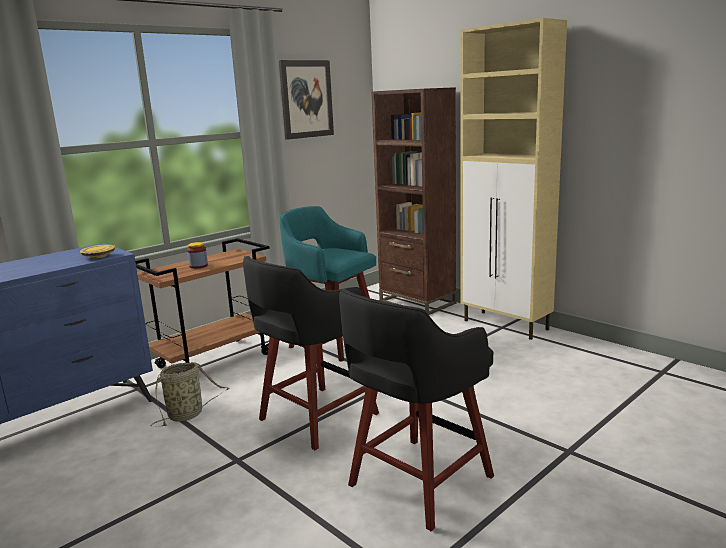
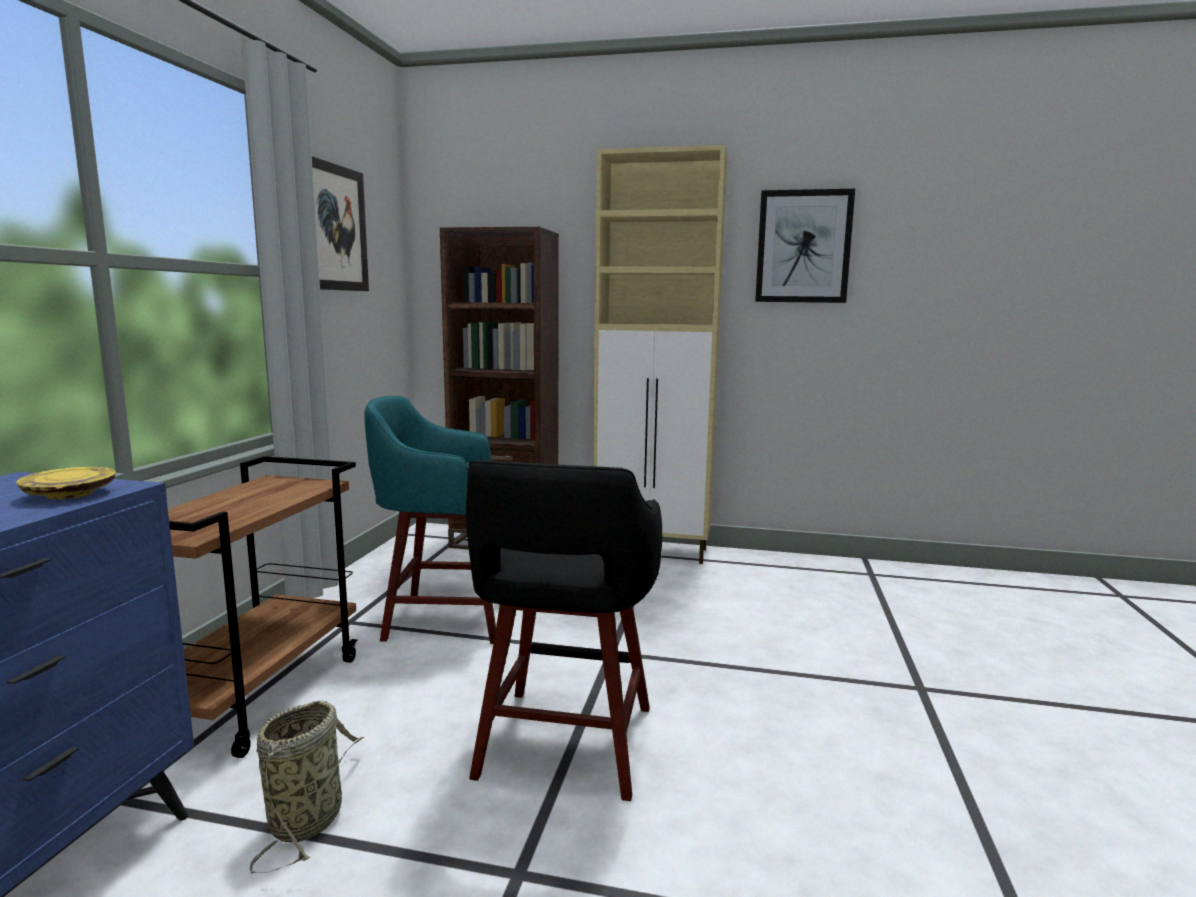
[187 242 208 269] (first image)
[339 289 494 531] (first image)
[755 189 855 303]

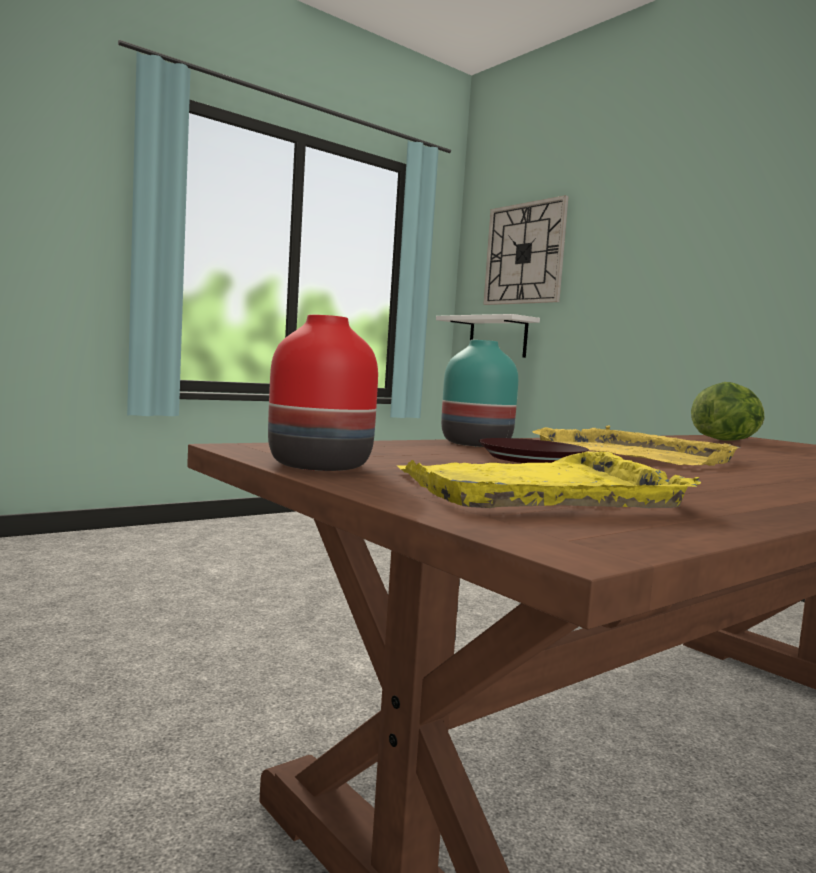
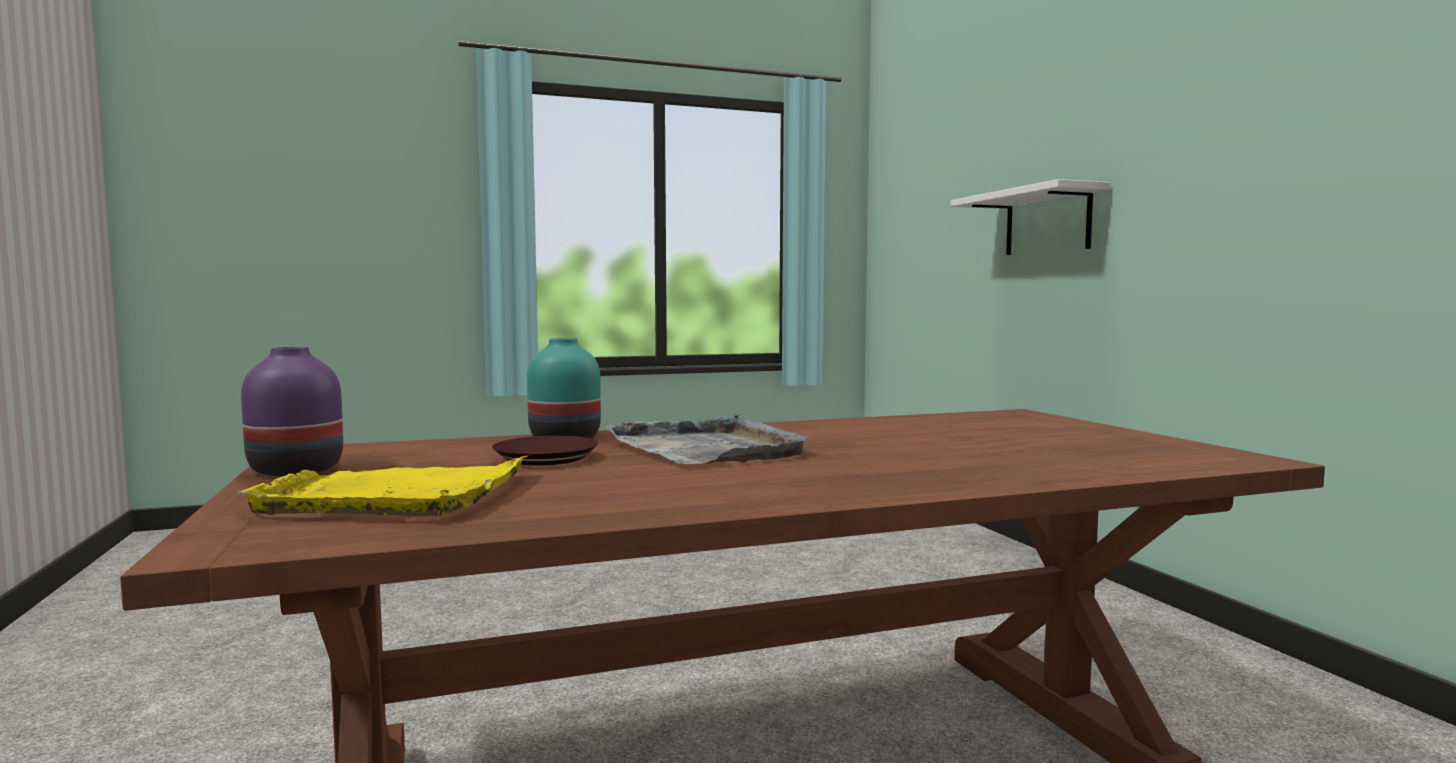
[483 195 569 305] (first image)
[691 382 765 440] (first image)
[951 179 1111 255]
[241 347 343 476]
[606 414 809 464]

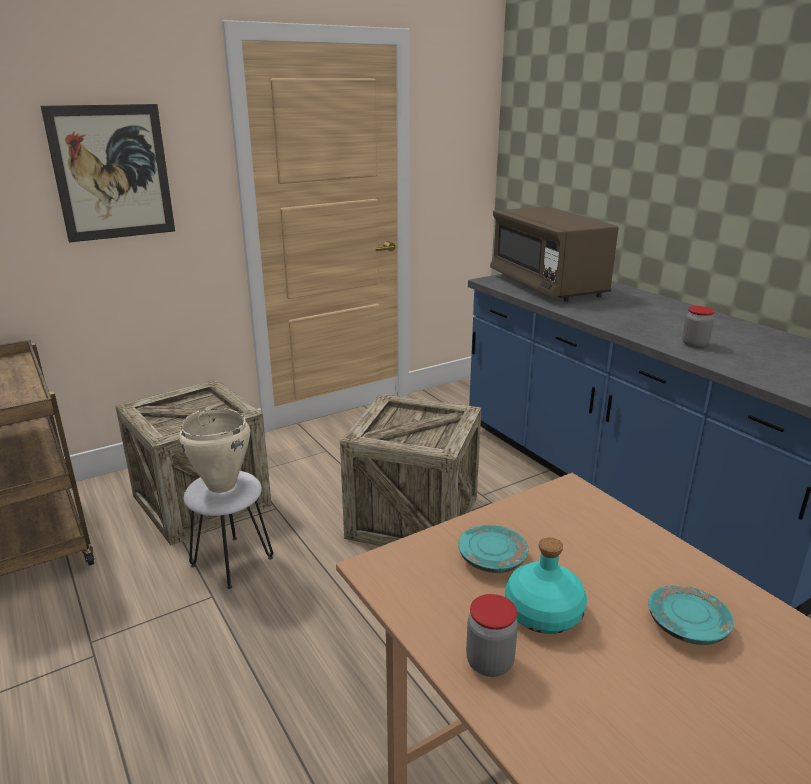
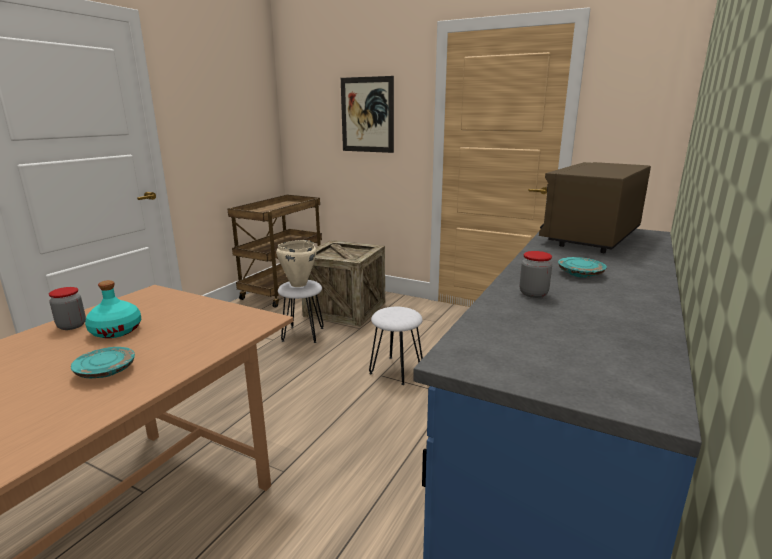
[558 257 607 278]
[369 307 423 385]

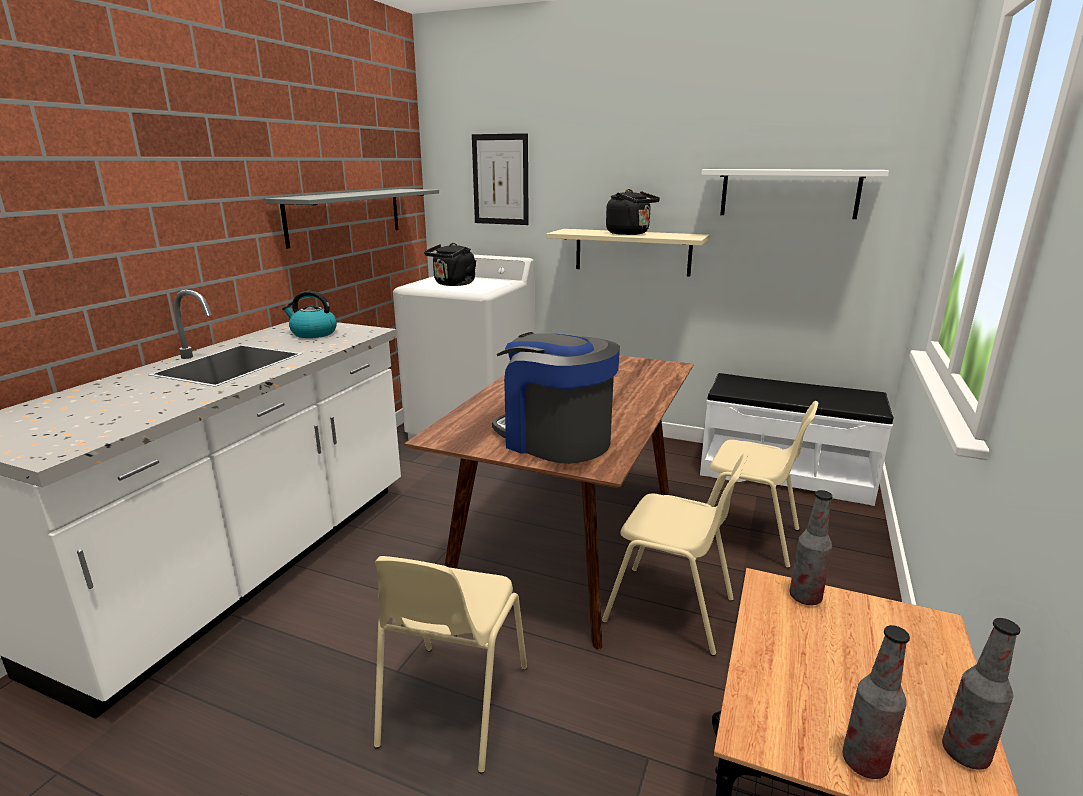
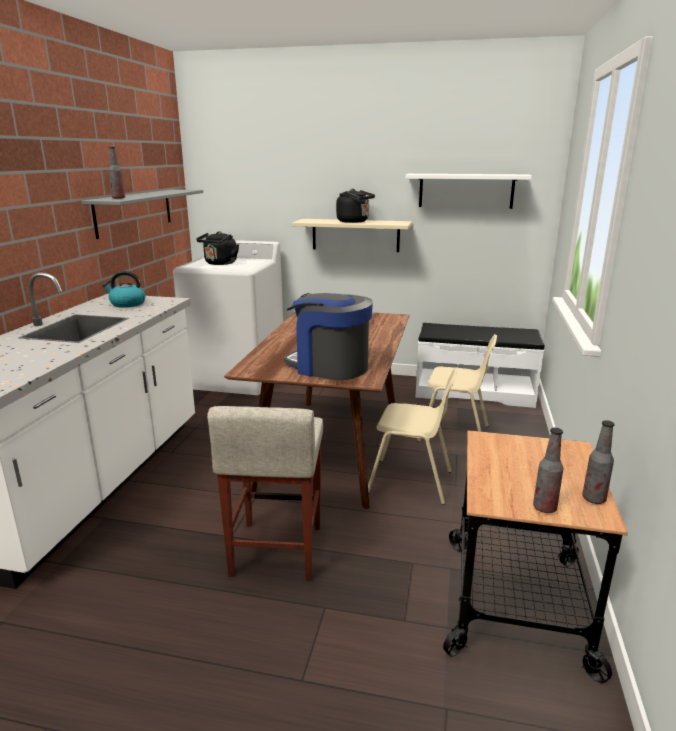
[472 133 529 225] (first image)
[108 147 125 199]
[207 406 323 581]

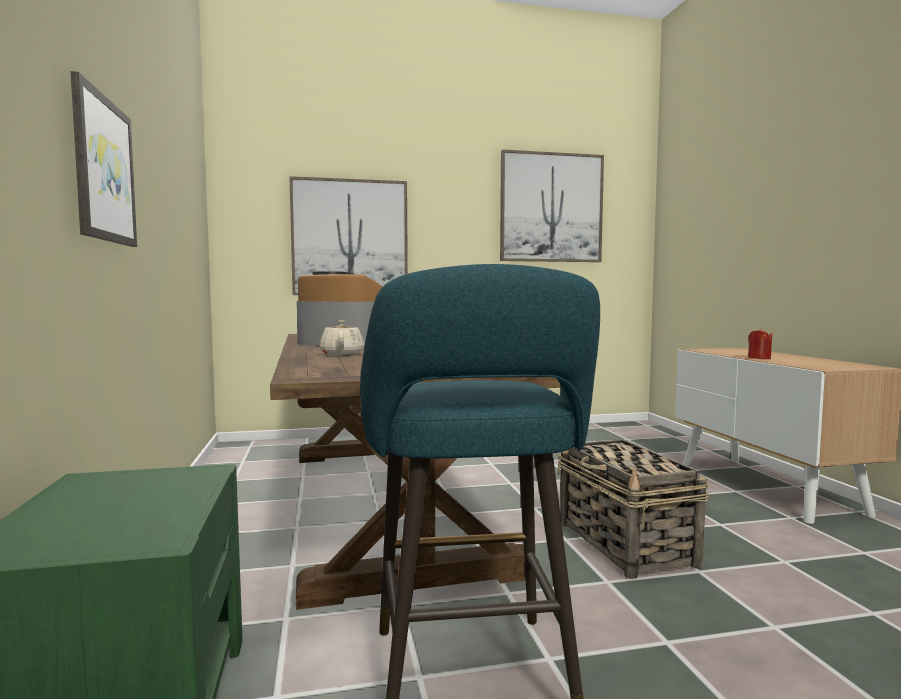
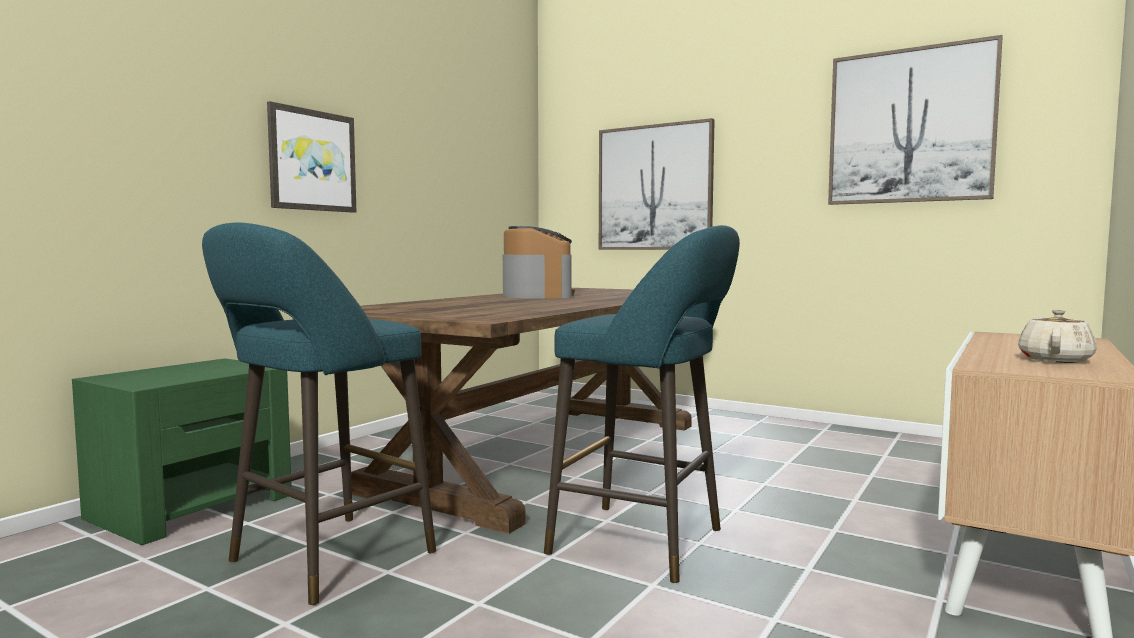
[748 328 773 359] (first image)
[1018 310 1097 363]
[544 225 740 583]

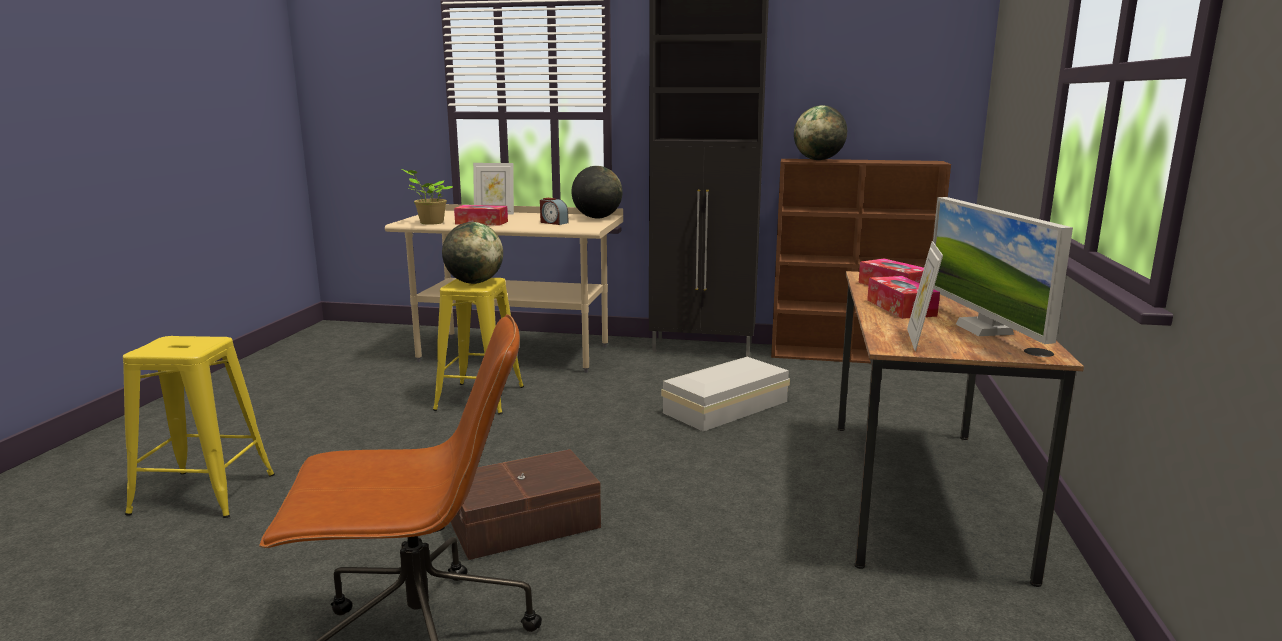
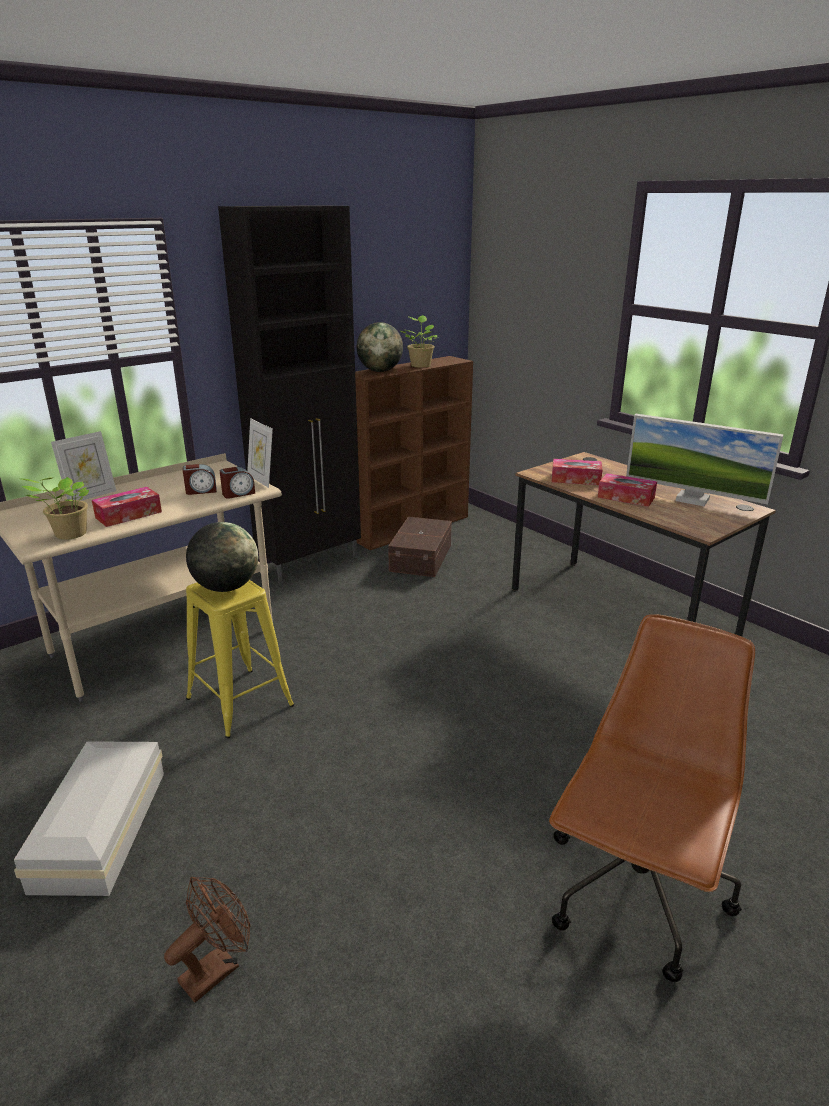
[571 166 622 219] (first image)
[220 467 255 498]
[401 315 438 368]
[388 517 452 577]
[14 741 164 896]
[247 418 273 488]
[164 877 250 1002]

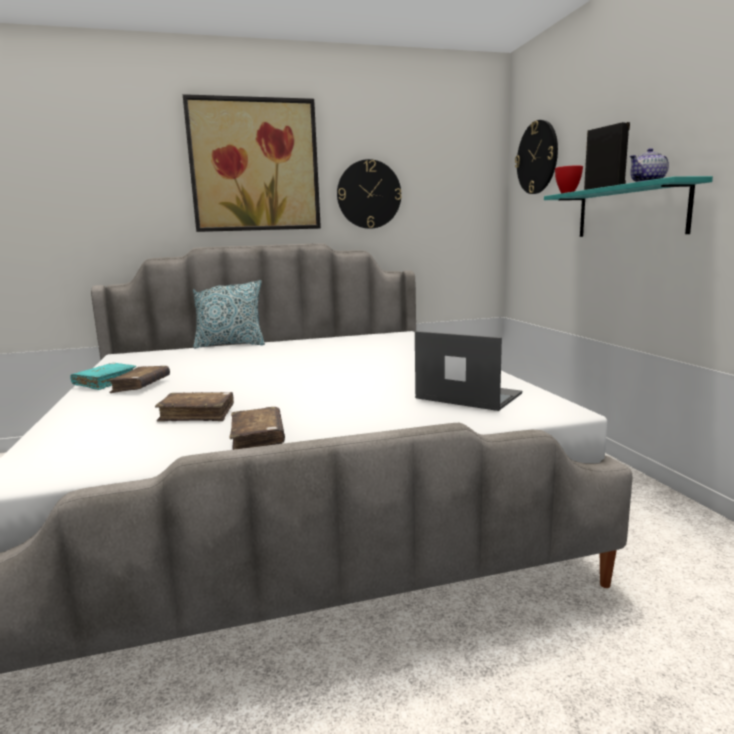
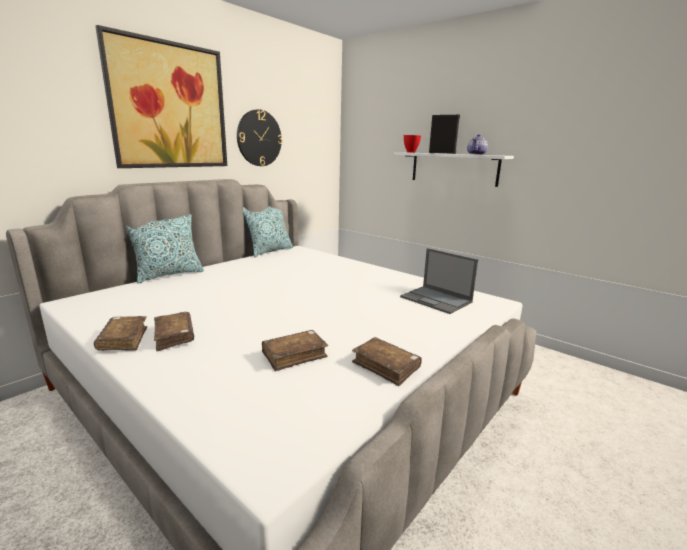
[515 120 558 194] (first image)
[243 202 293 257]
[94 316 147 351]
[394 152 514 187]
[400 248 478 314]

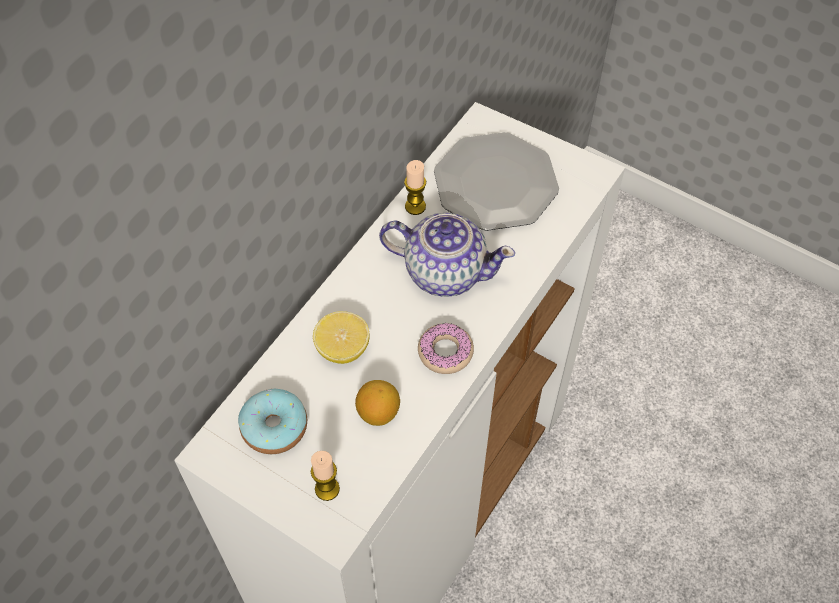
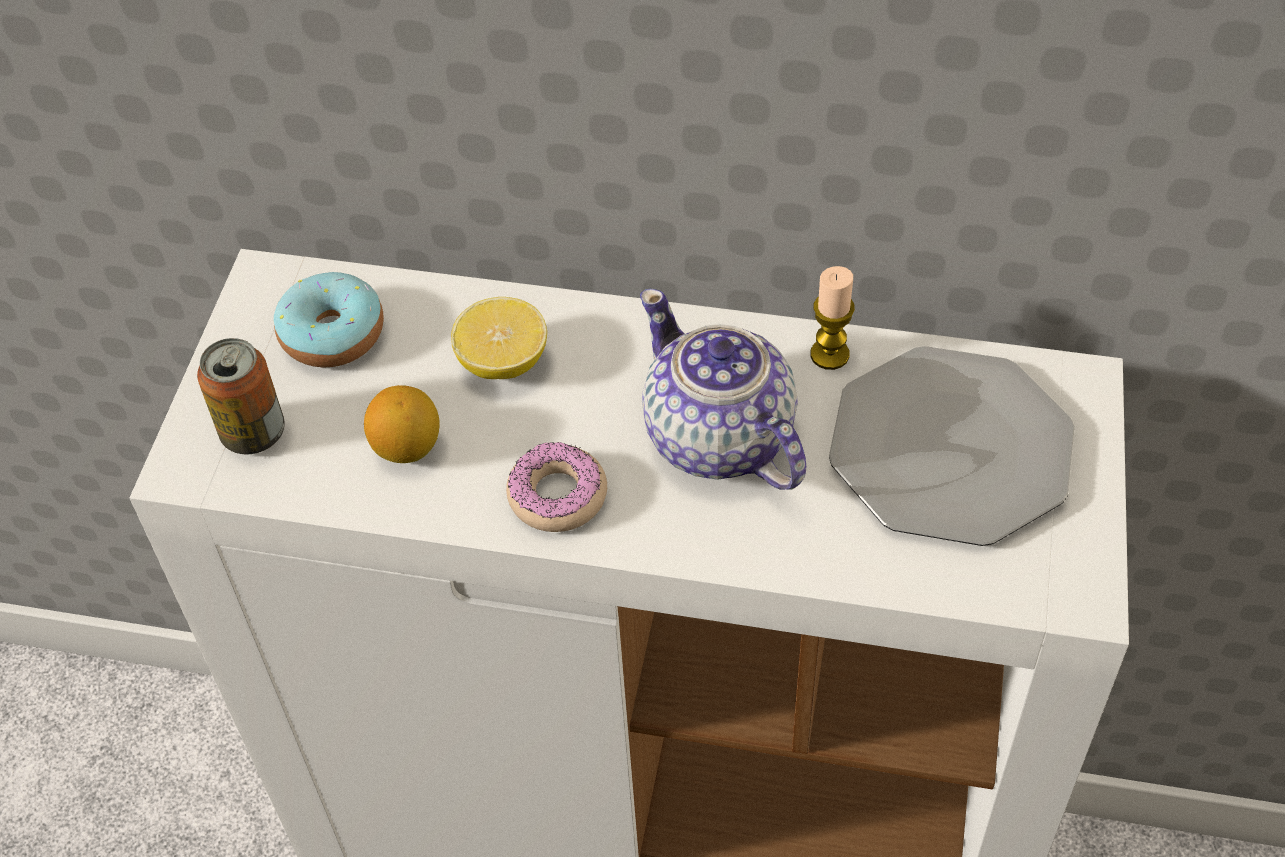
[197 338 285 454]
[640 289 806 490]

